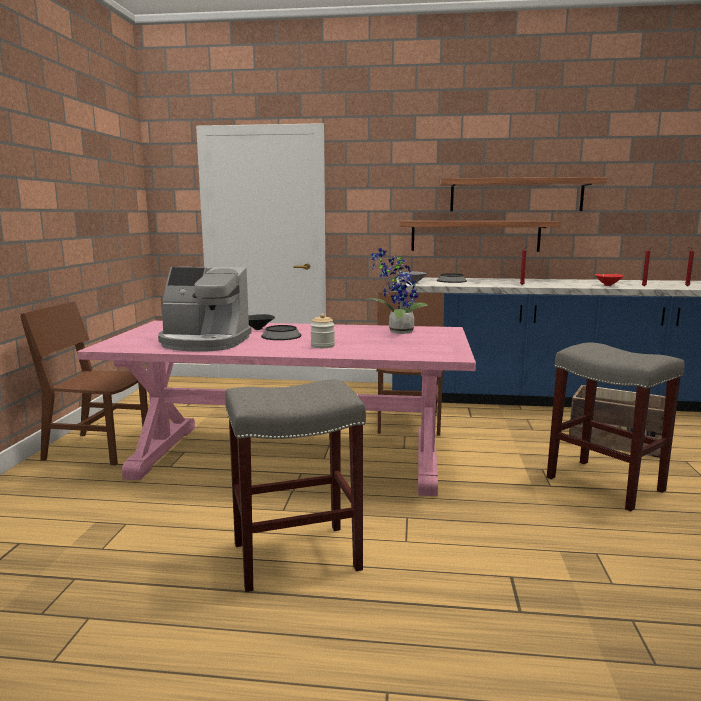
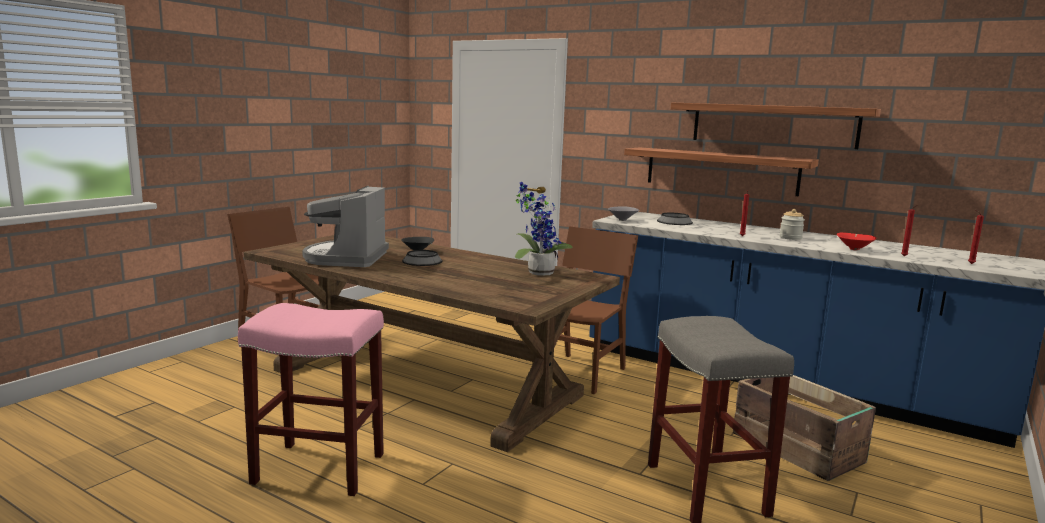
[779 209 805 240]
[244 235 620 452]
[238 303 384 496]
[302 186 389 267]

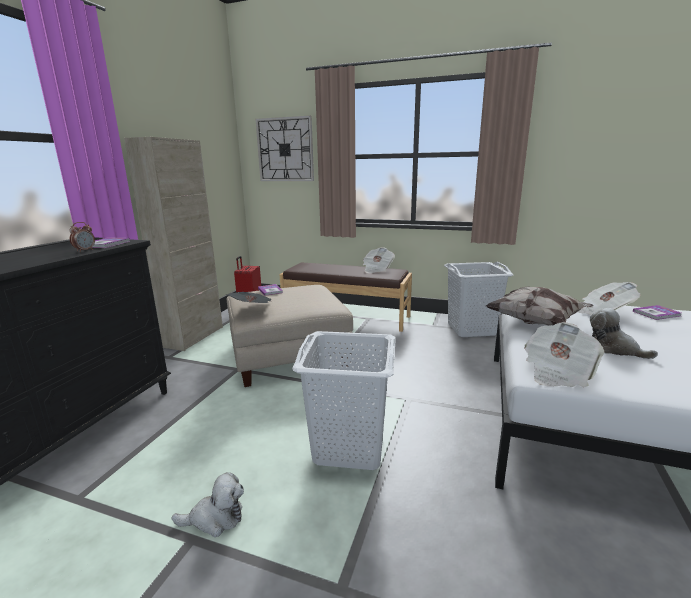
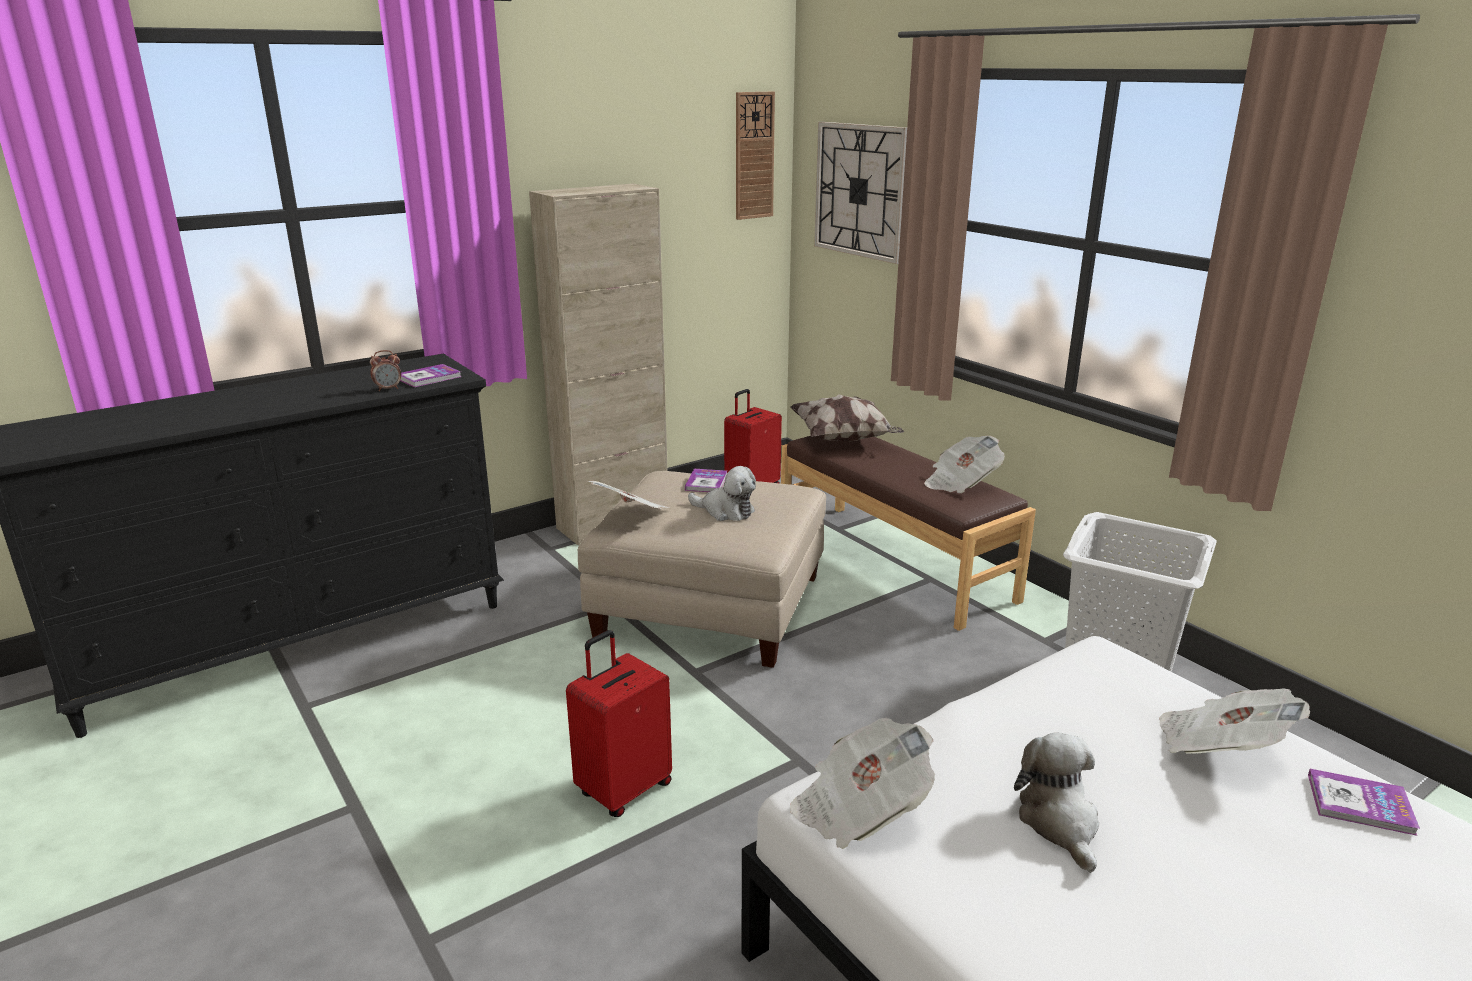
[736 92 775 220]
[688 466 756 521]
[790 394 904 442]
[566 630 672 817]

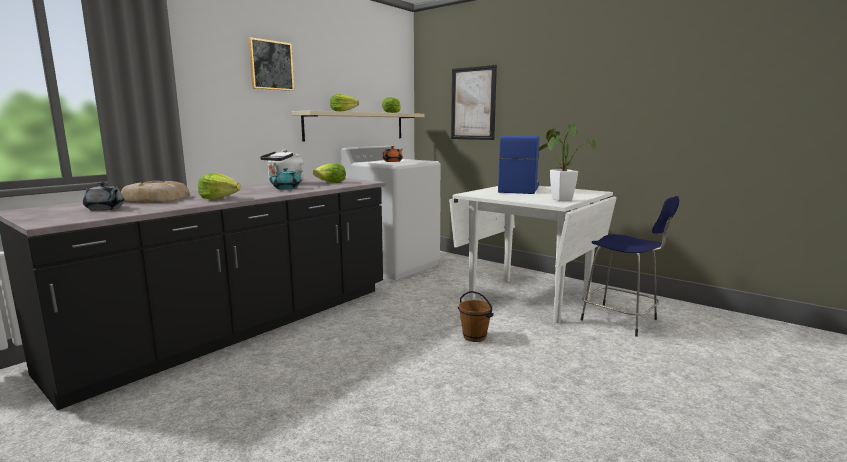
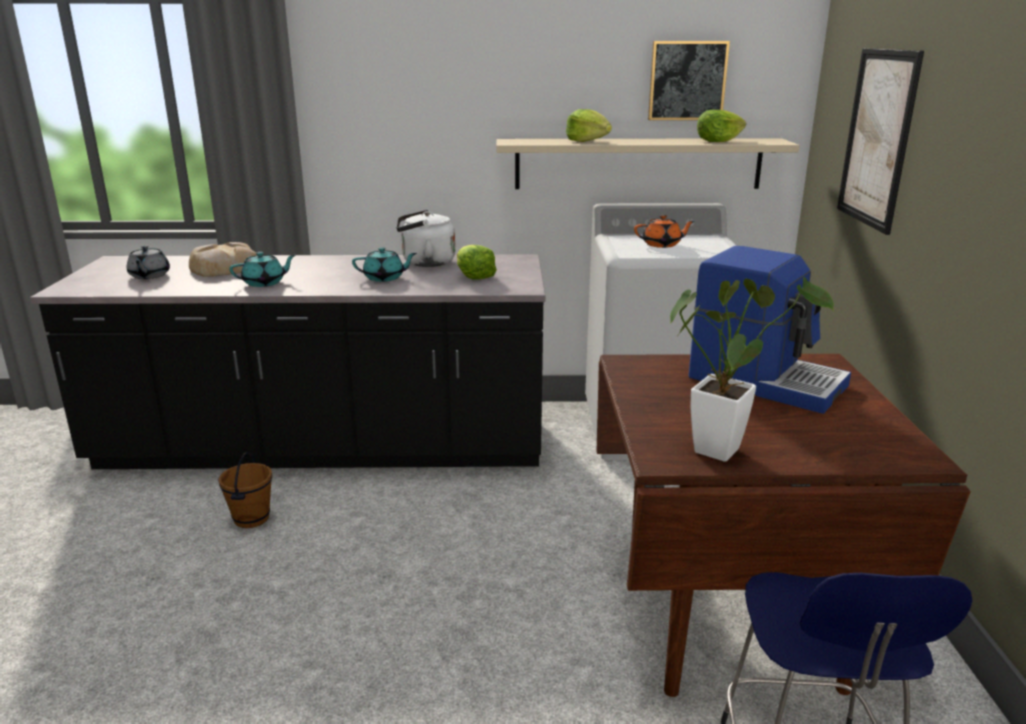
[648 41 730 120]
[218 452 272 528]
[229 252 296 287]
[597 354 971 697]
[689 246 851 414]

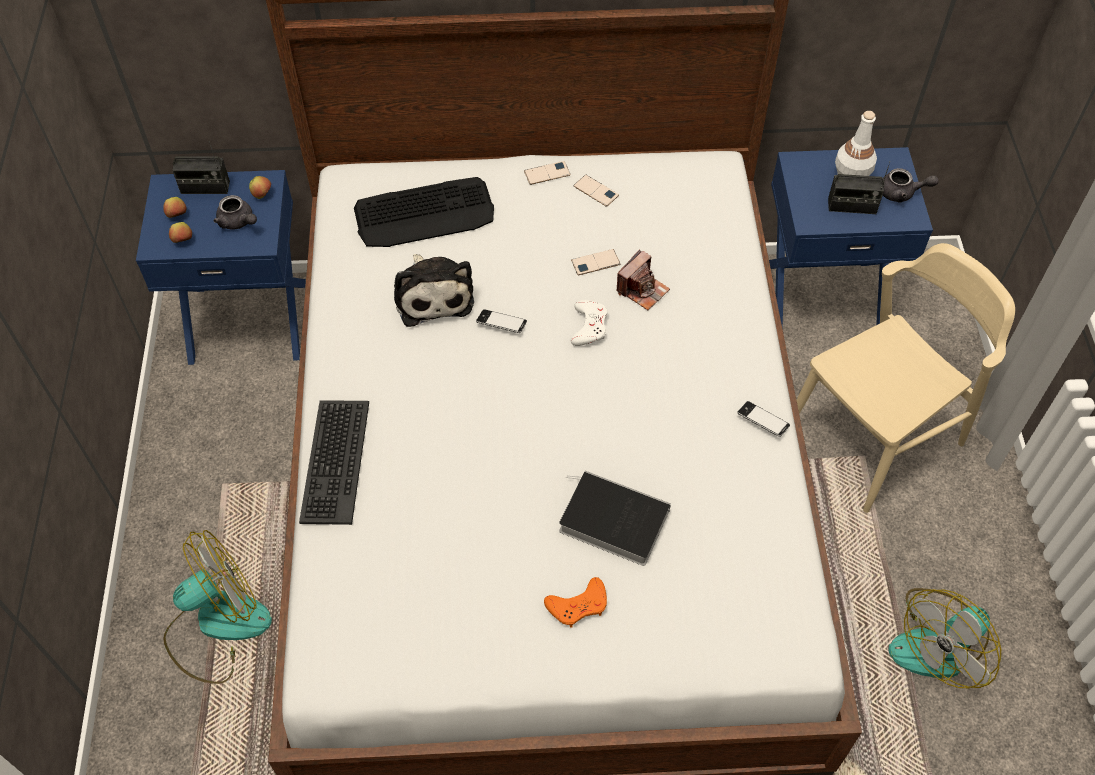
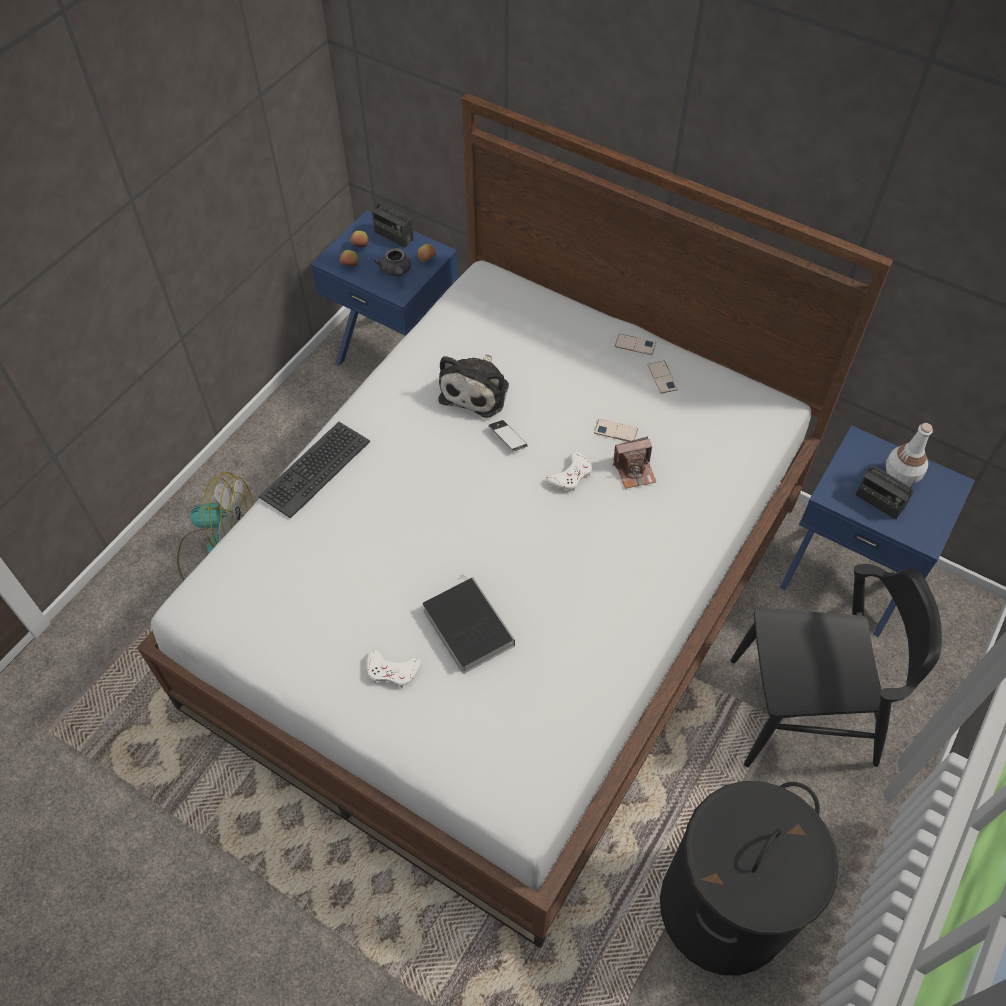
[354 177 494 247] (first image)
[737 401 790 437] (first image)
[883 168 939 202] (first image)
[660 781 838 975]
[367 650 422 688]
[731 564 942 767]

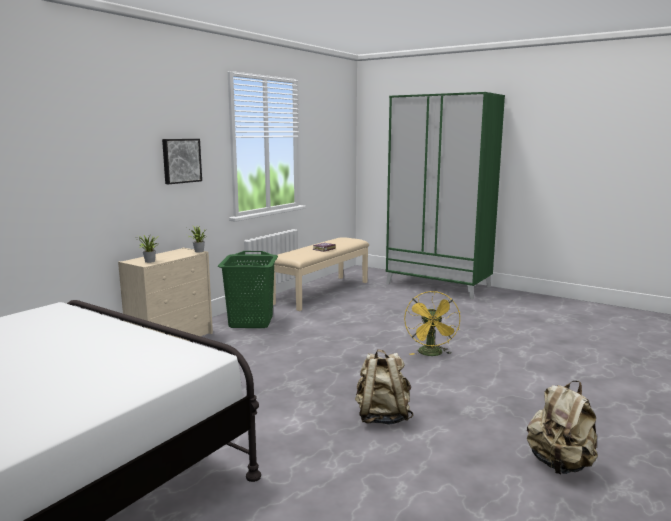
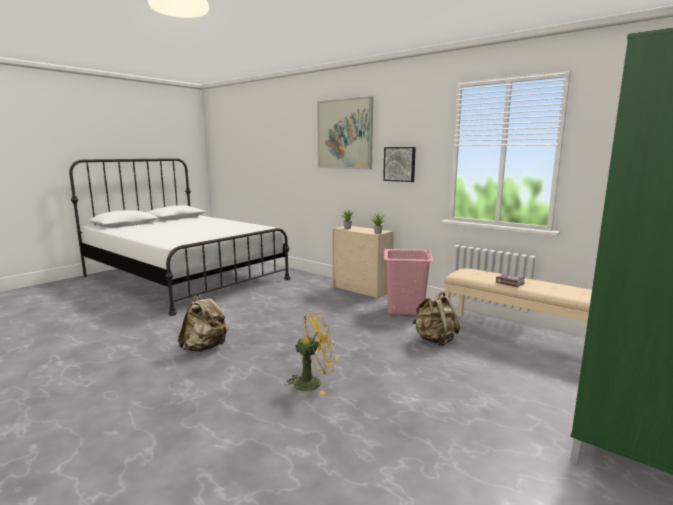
[317 96 373 169]
[412 292 460 346]
[384 249 433 315]
[284 313 337 395]

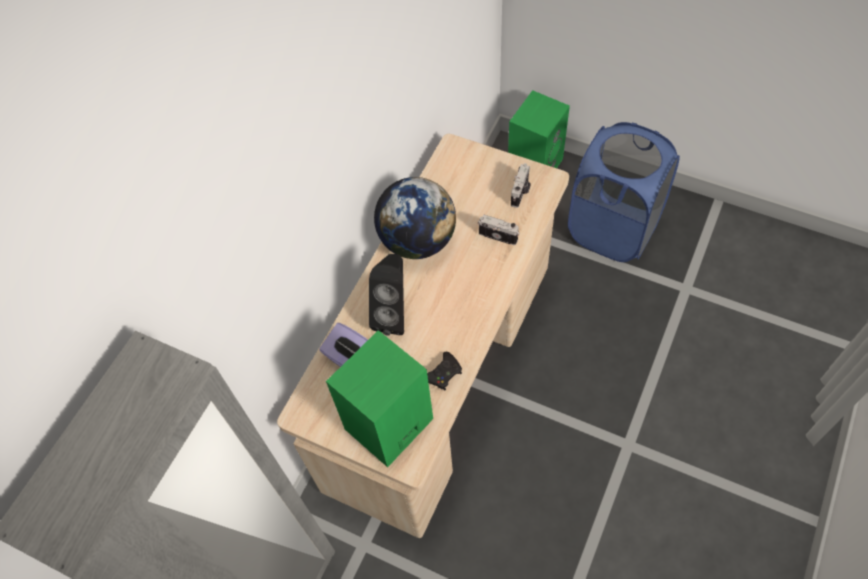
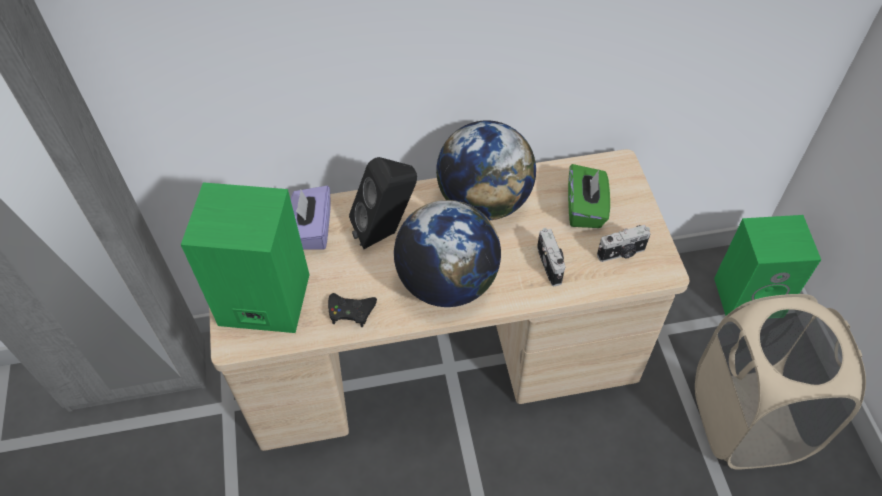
[394 200 501 307]
[568 164 610 228]
[695 294 866 470]

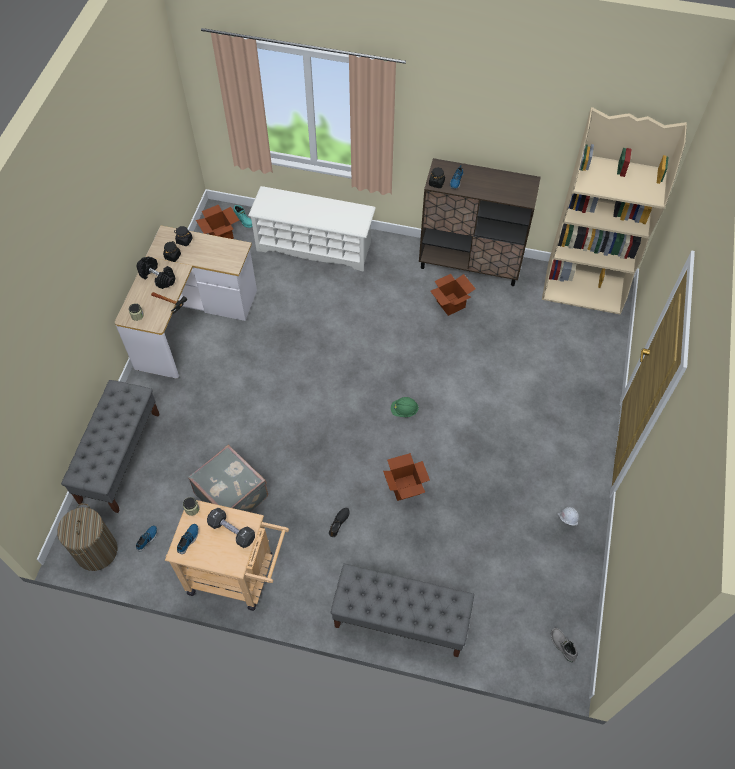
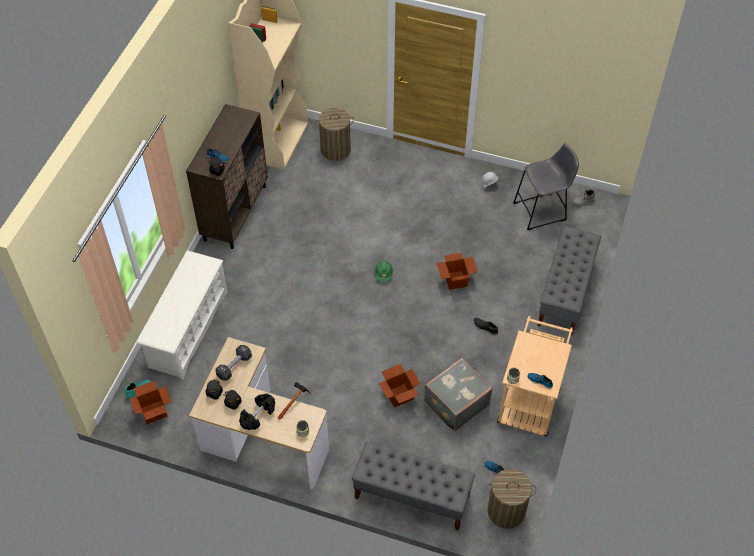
[315 108 354 161]
[513 143 579 230]
[215 345 252 381]
[379 364 420 408]

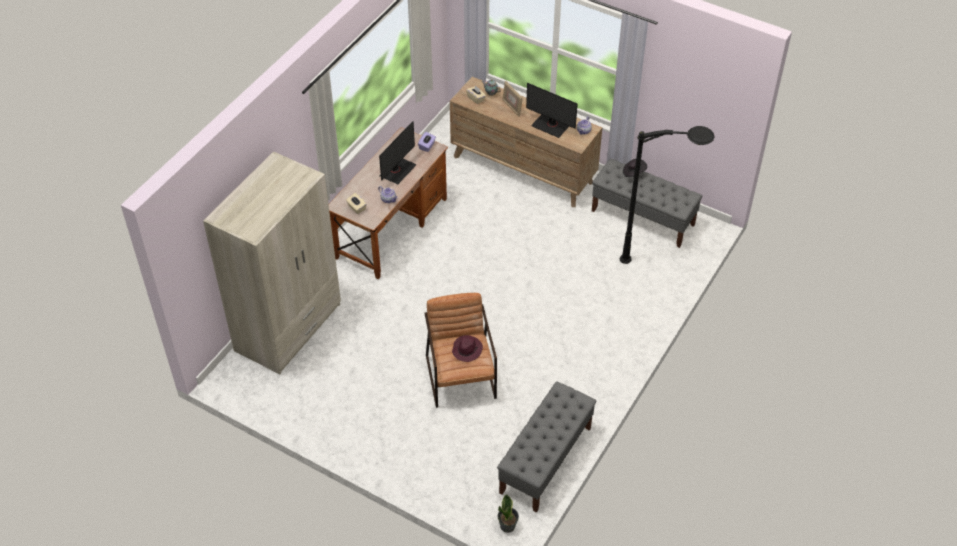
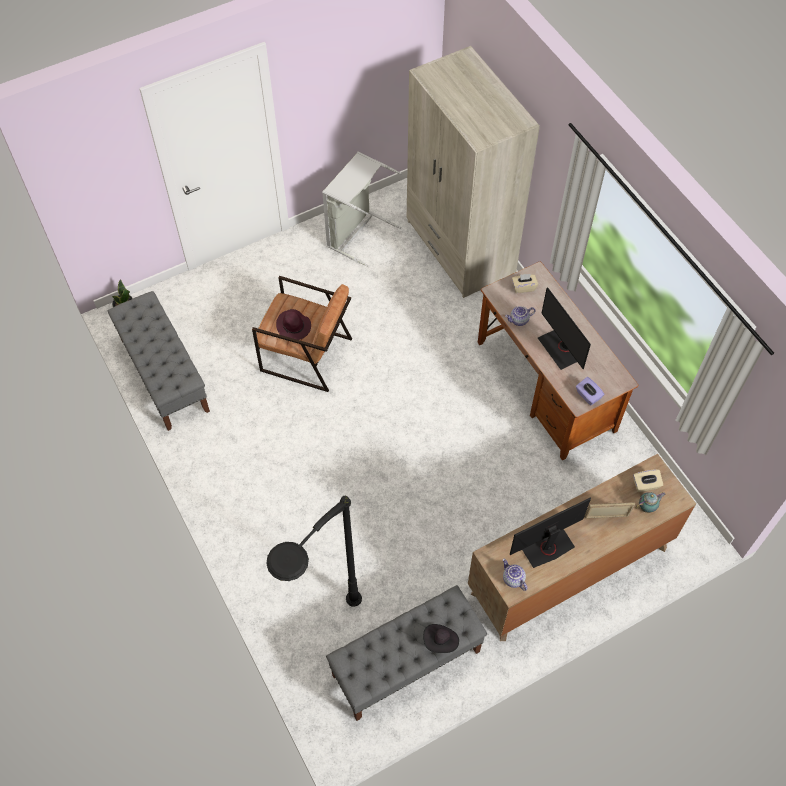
[322 152 402 267]

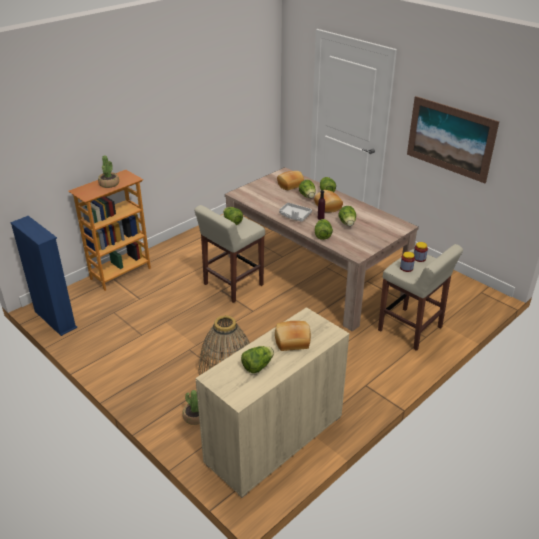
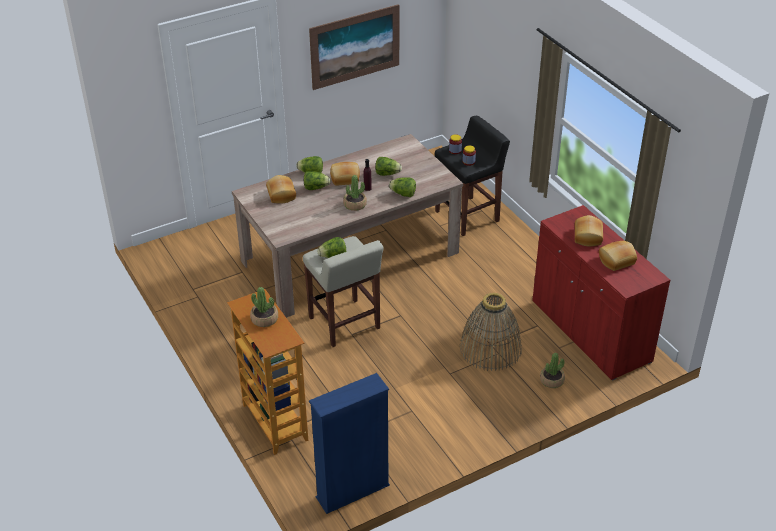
[599 241 637 271]
[343 175 367 211]
[532 205 671 380]
[435 116 510 236]

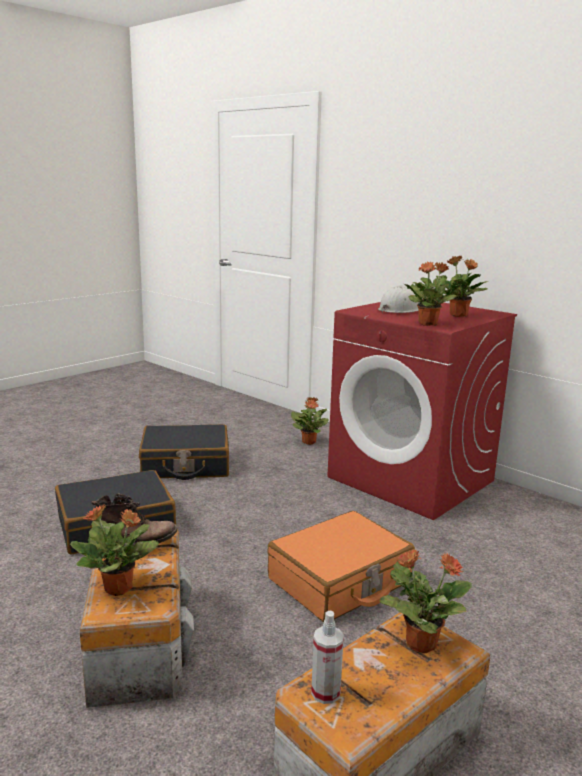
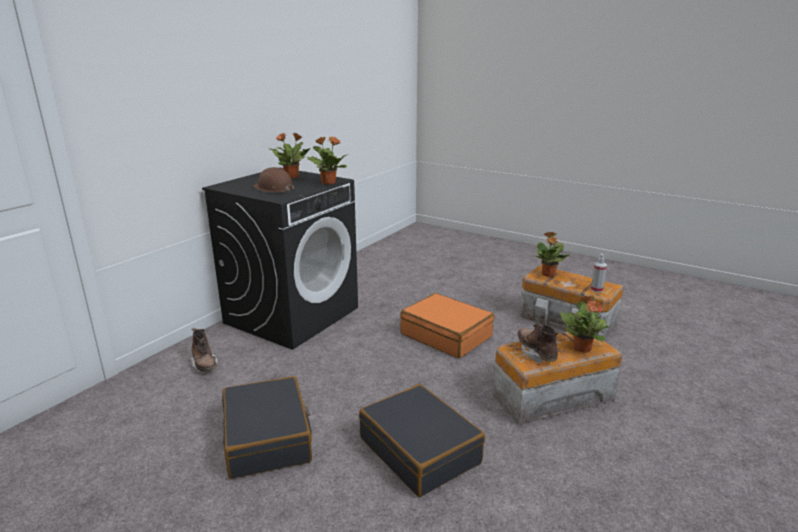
[189 328 218 371]
[202 167 358 350]
[253 167 295 193]

